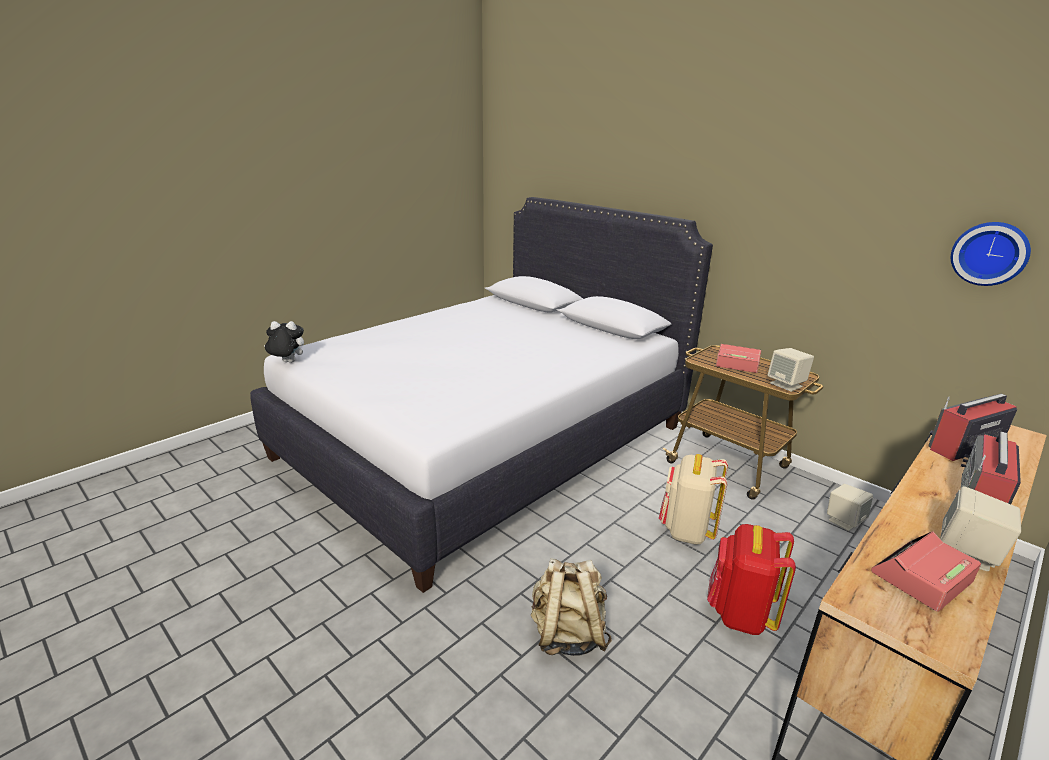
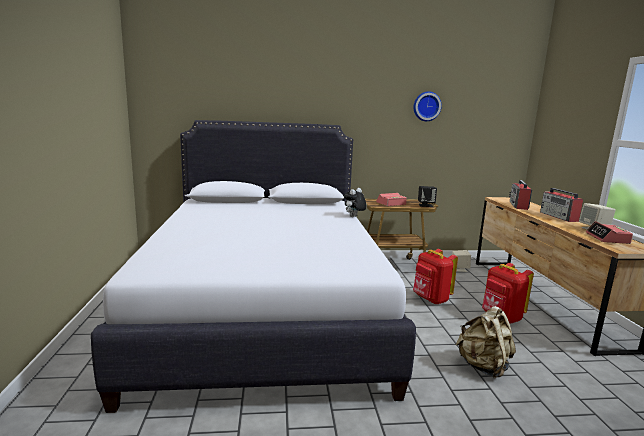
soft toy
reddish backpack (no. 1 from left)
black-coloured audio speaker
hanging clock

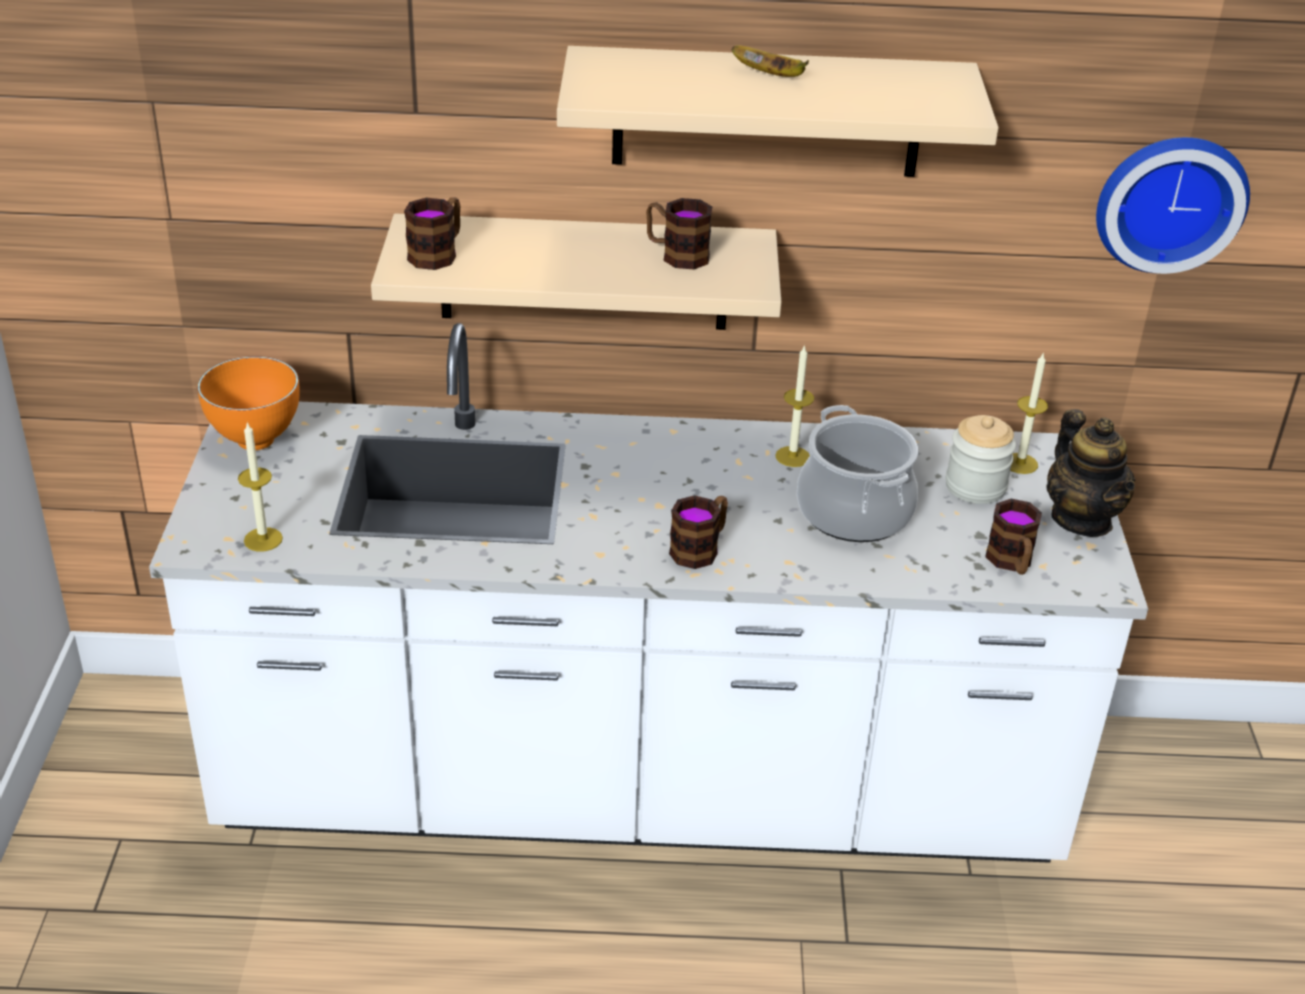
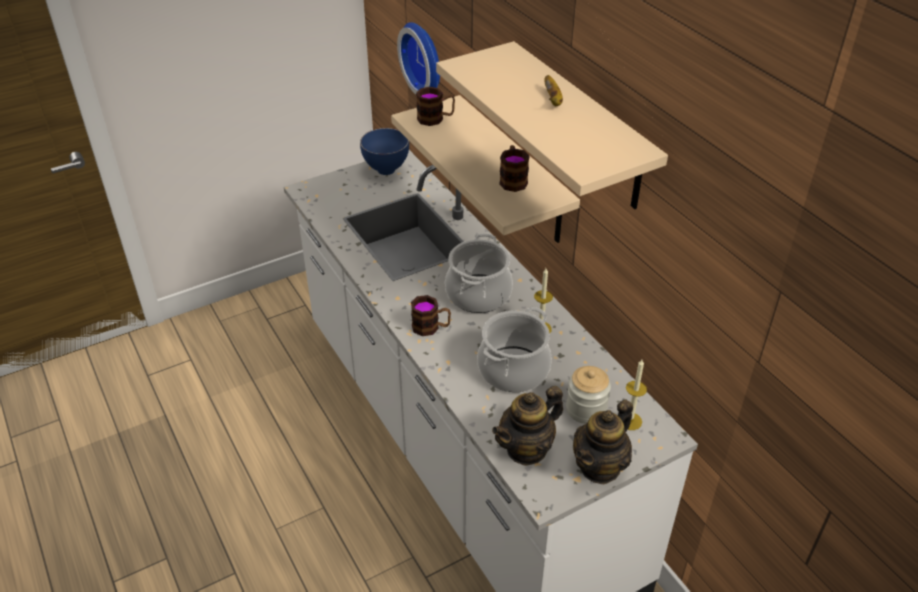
bluish bowl
wax candle (no. 1 from left in the first image)
teapot (no. 1 from left)
hanging clock
saucepot (no. 1 from left)

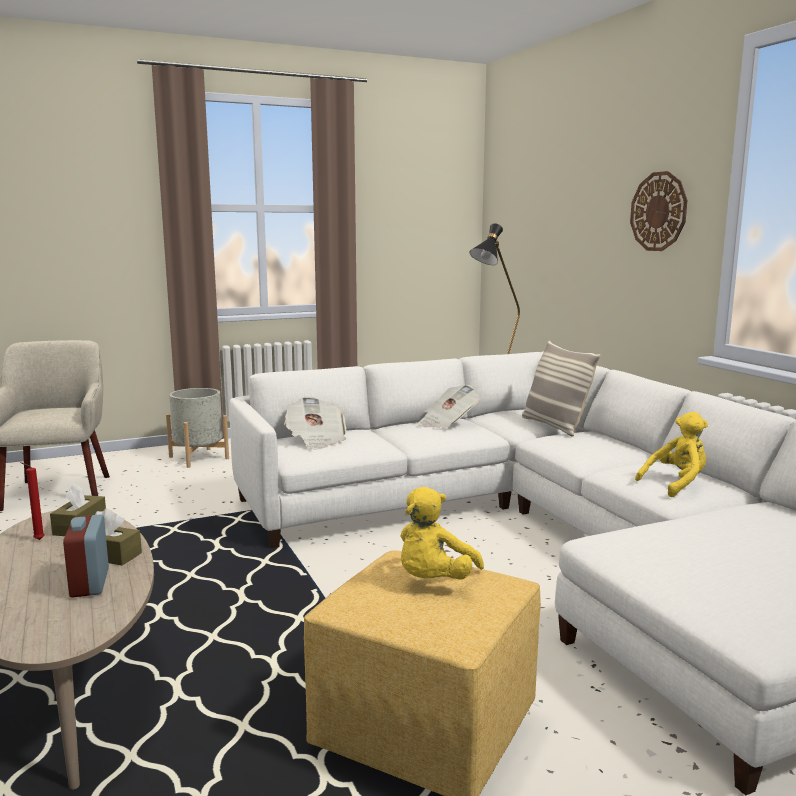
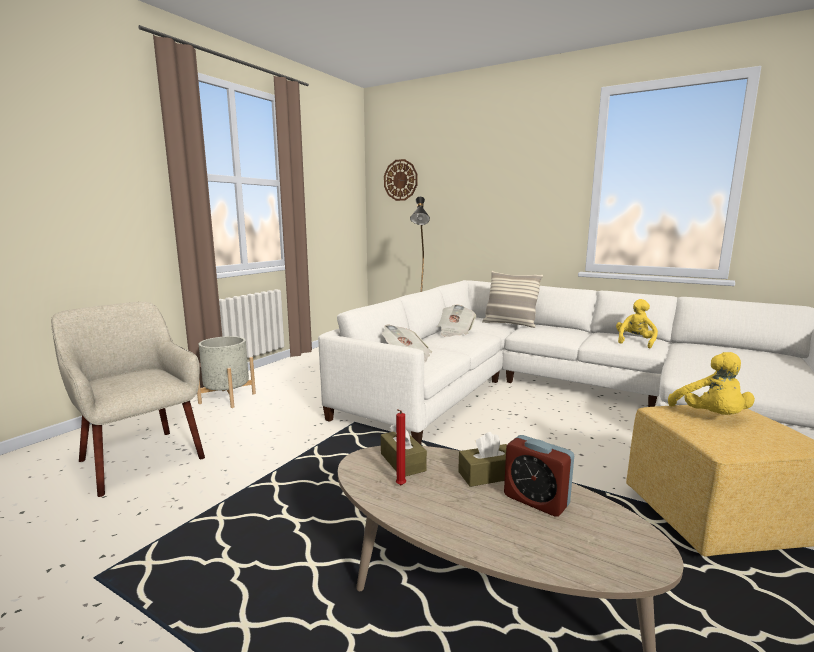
hanging clock

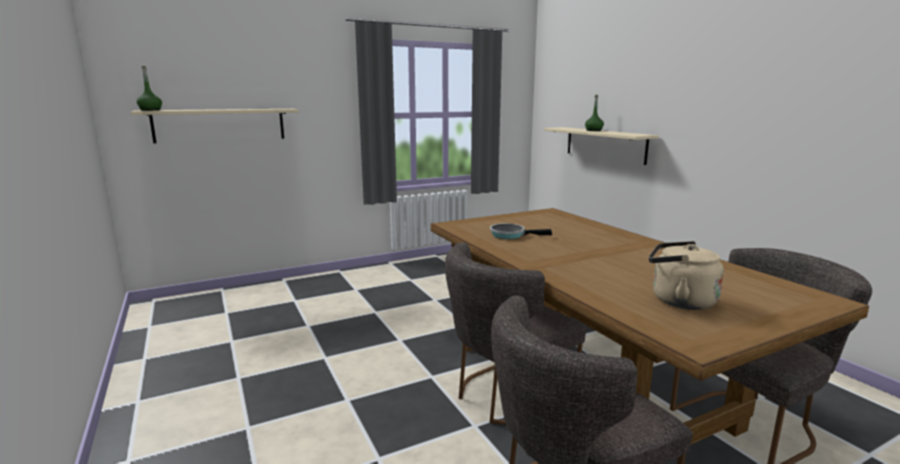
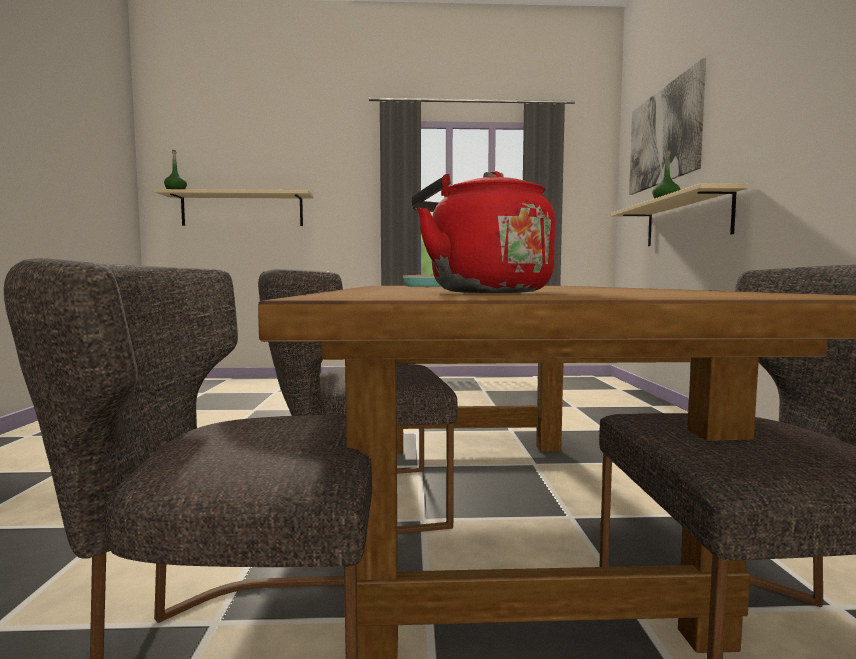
reddish kettle
wall picture

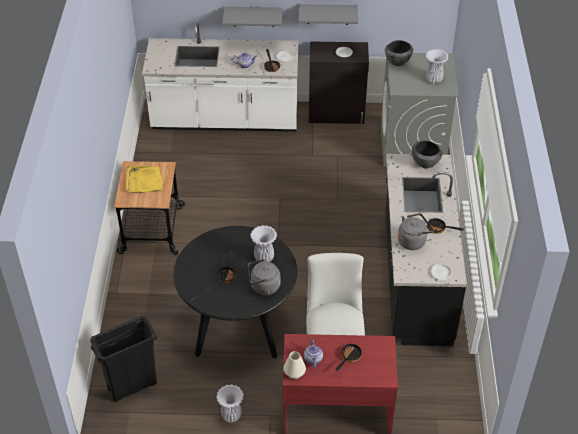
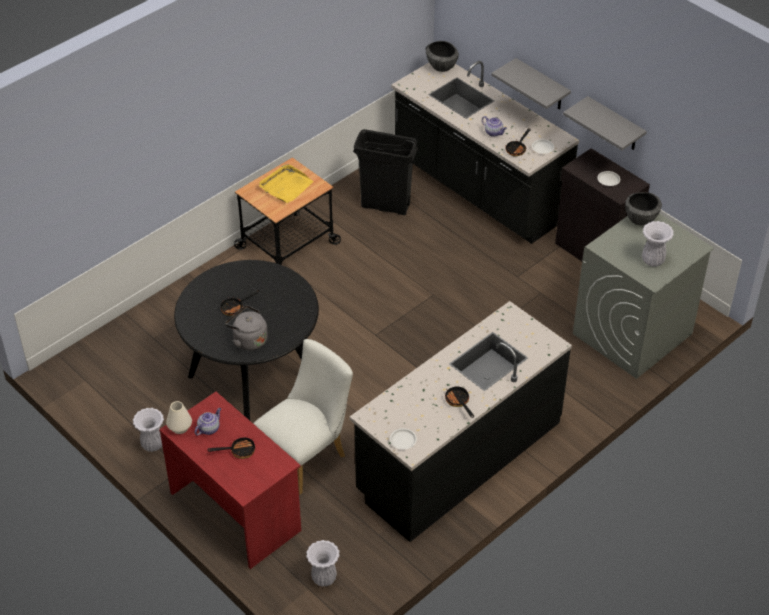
black-coloured rubbish bin
black-coloured counter (no. 2 from left)
whitish vase (no. 3 from left)
gray kettle (no. 2 from left in the first image)
bowl (no. 1 from left)

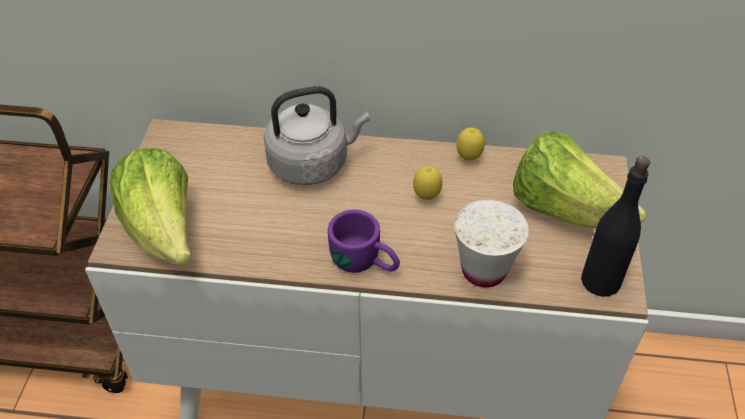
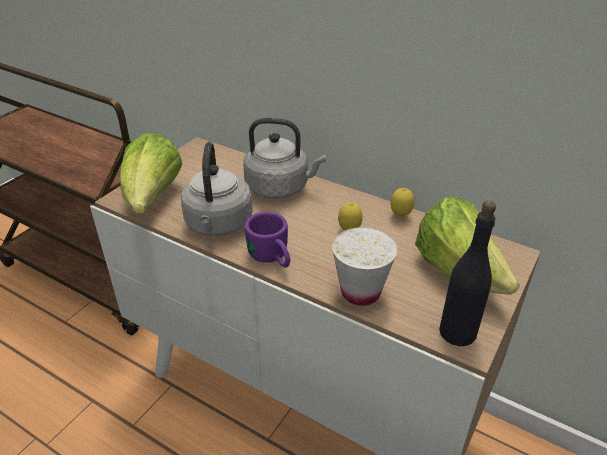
gray kettle (no. 1 from left)

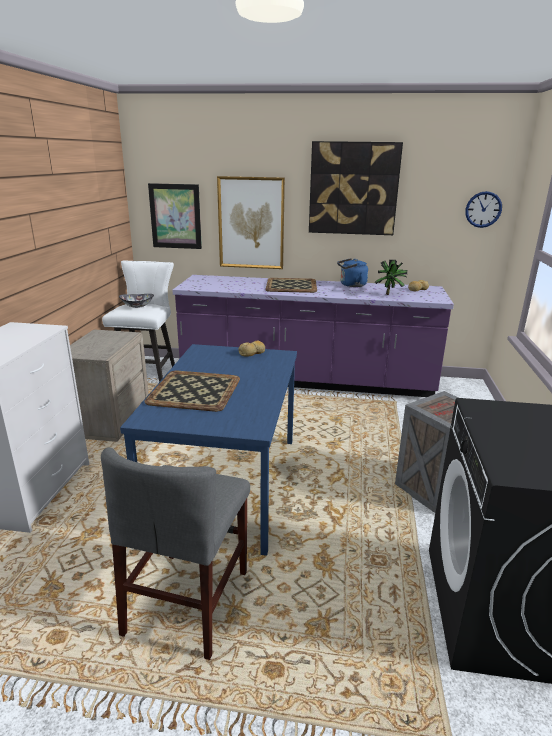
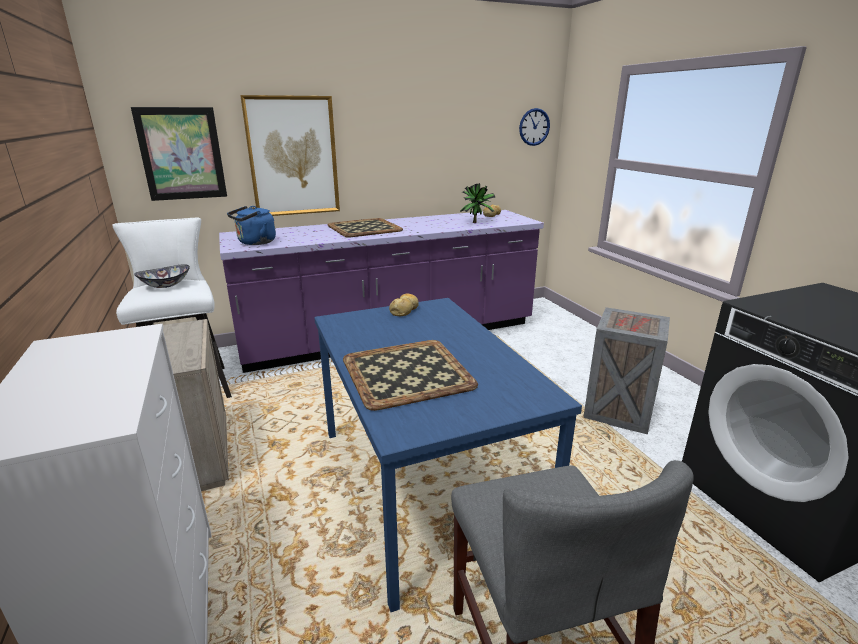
wall picture (no. 3 from left in the first image)
bluish kettle

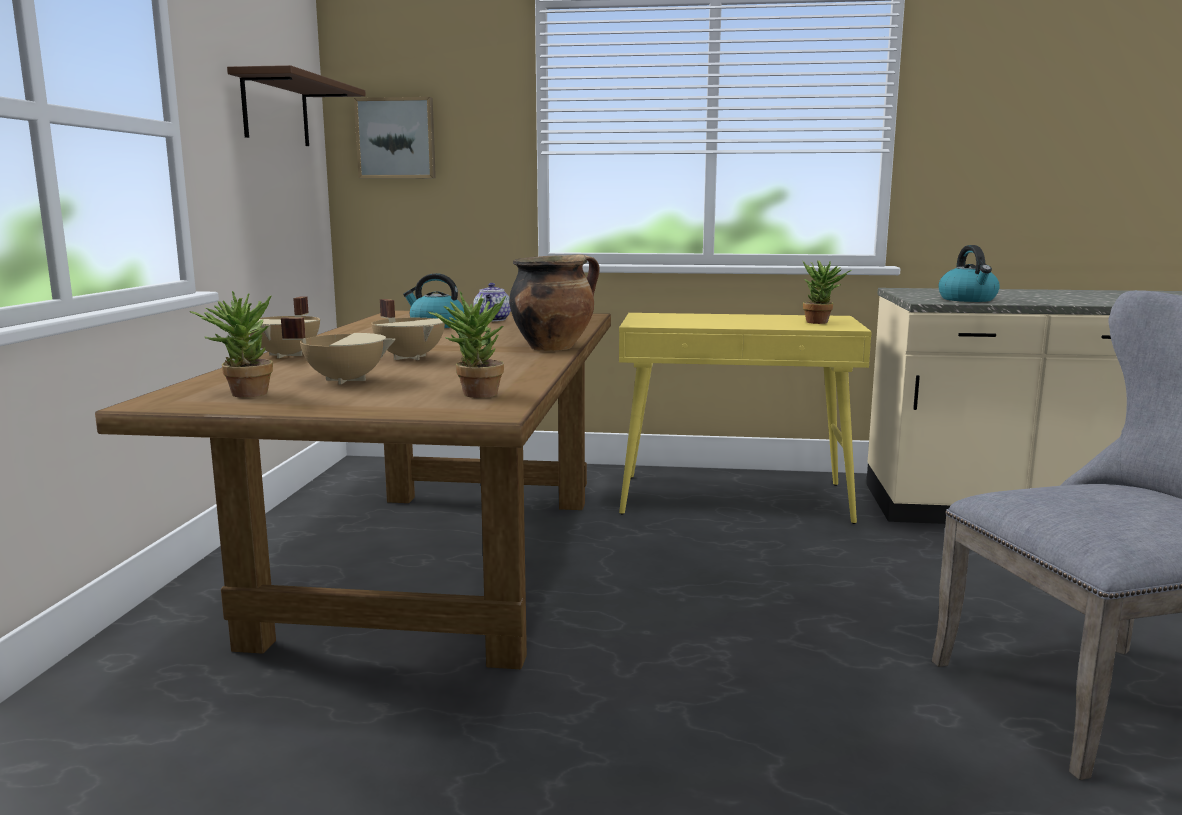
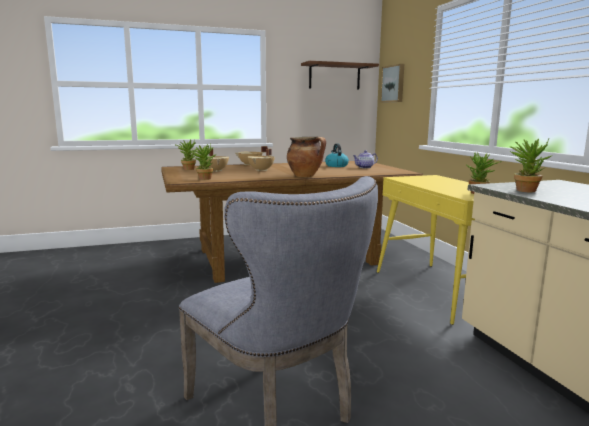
plant in a pot (no. 4 from left)

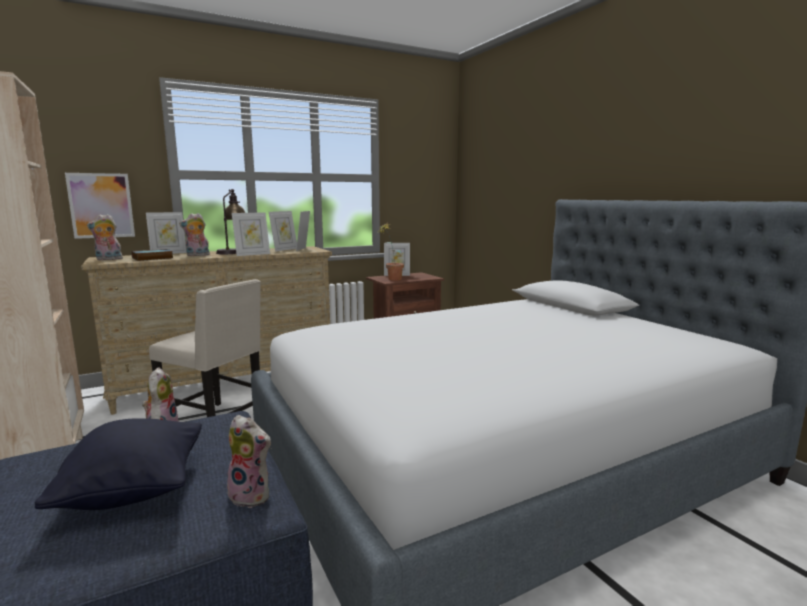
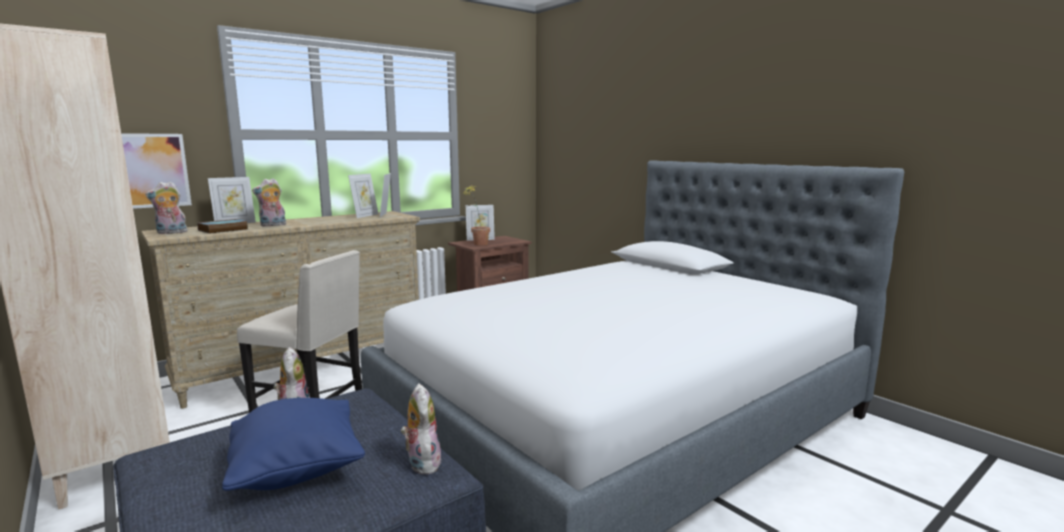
bluish throw pillow
lamp for a table
soft toy (no. 4 from left)
standing frame (no. 2 from left in the first image)

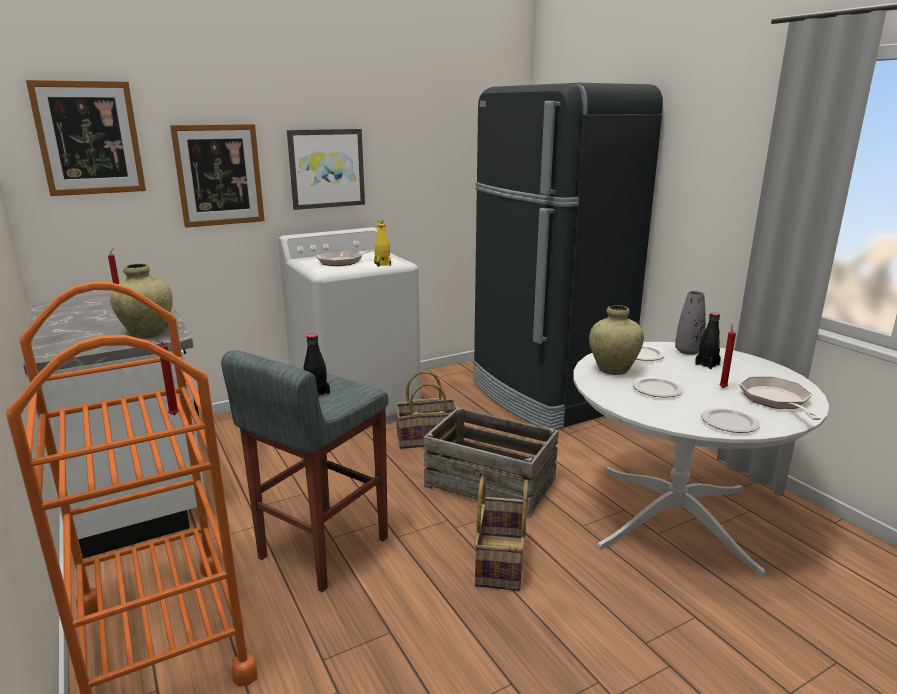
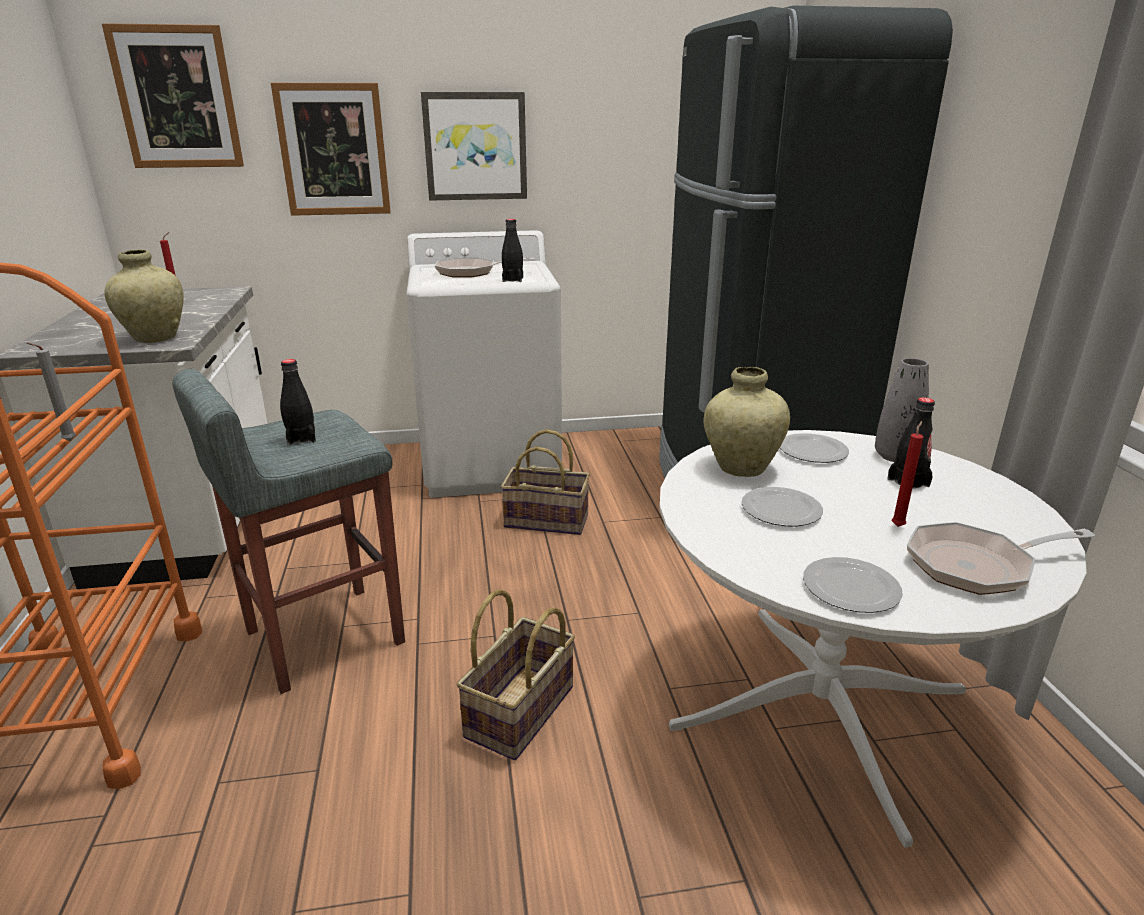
gray wax candle
black-coloured drink bottle (no. 2 from left)
packing crate
skillet (no. 2 from left)

